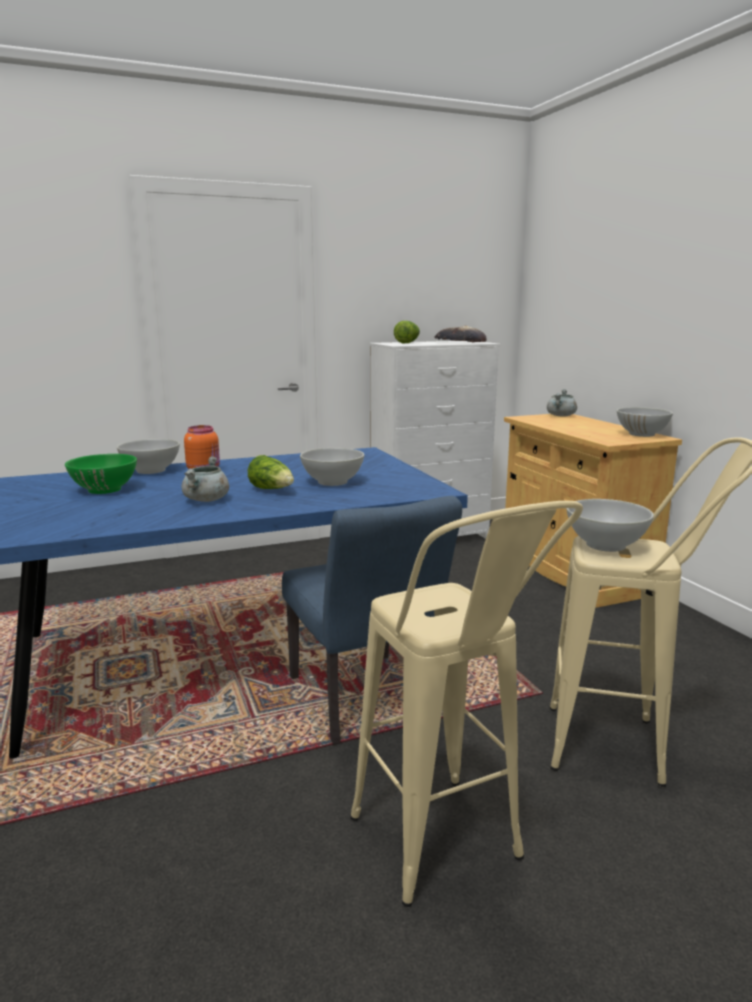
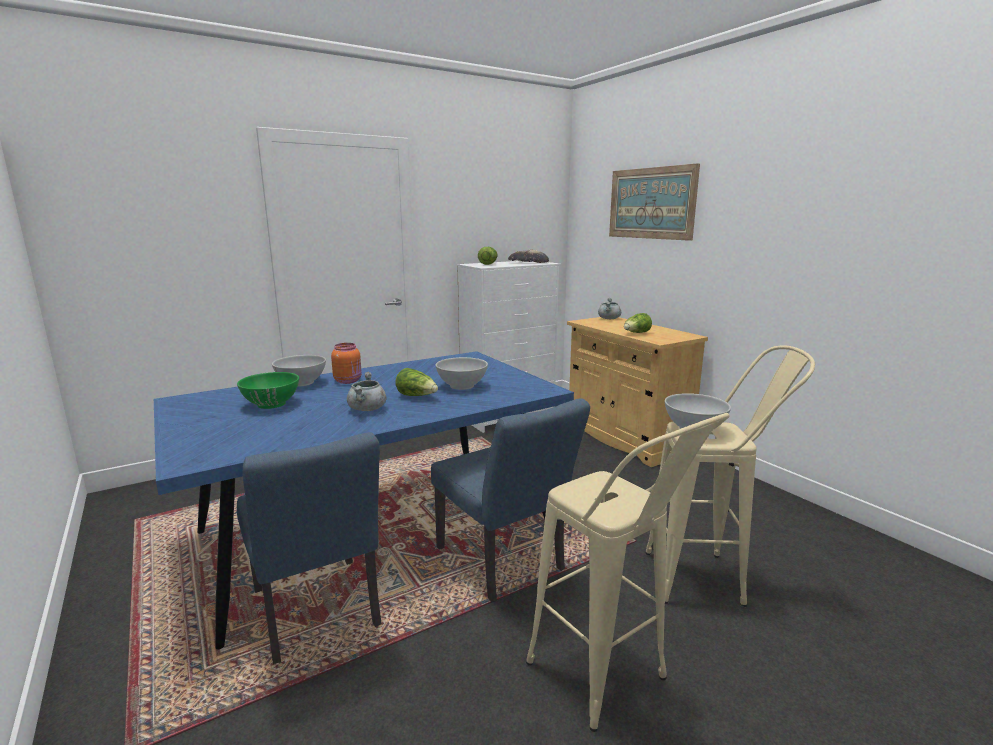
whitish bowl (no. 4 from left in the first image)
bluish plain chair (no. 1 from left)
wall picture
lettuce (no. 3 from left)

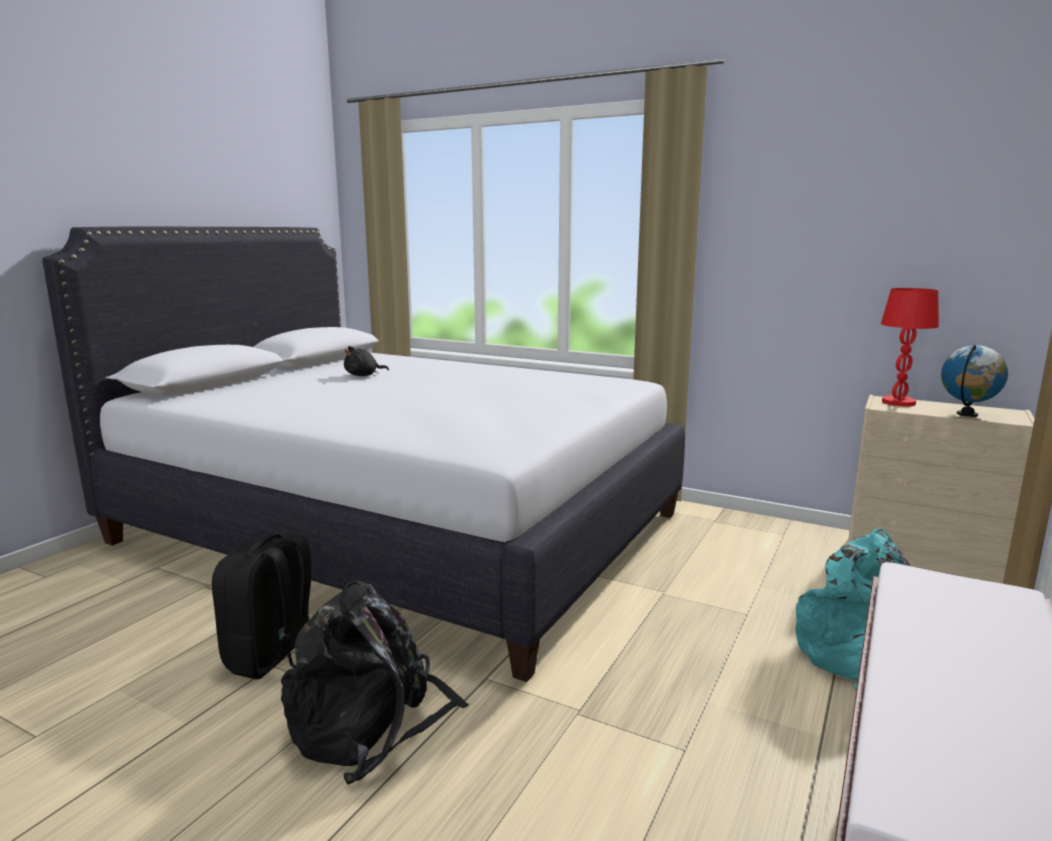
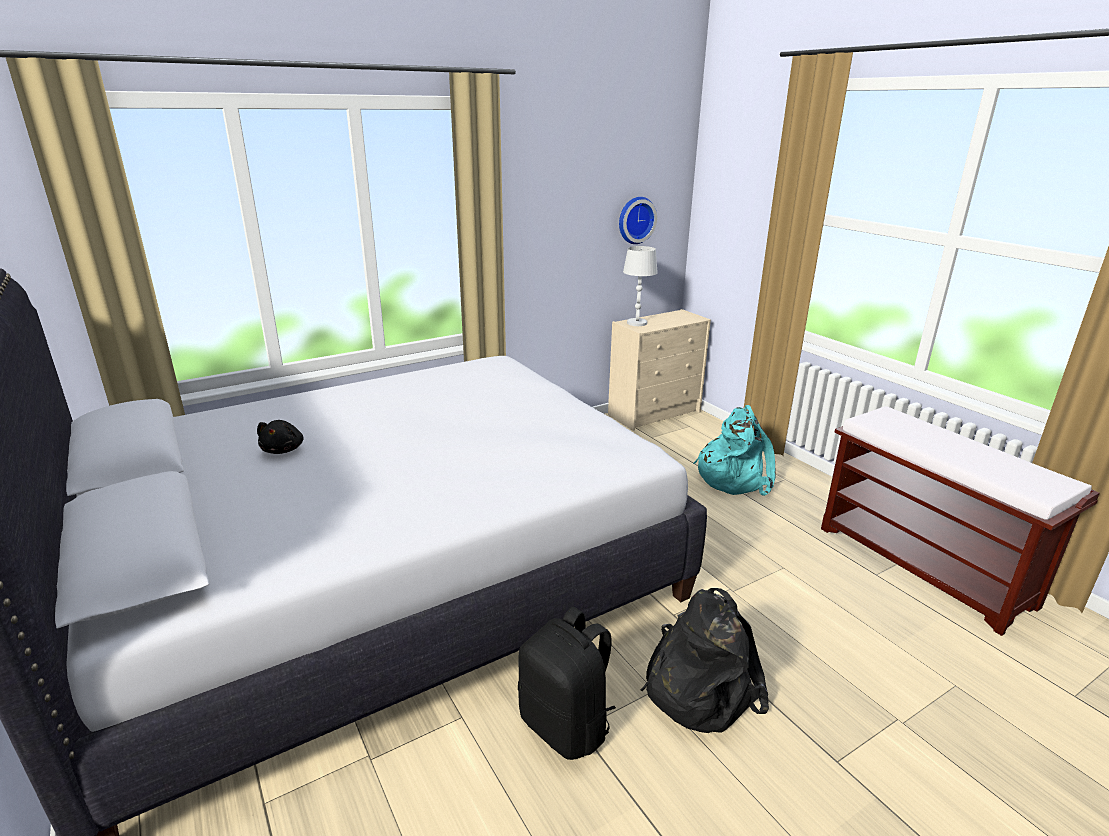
whitish lamp for a table
desk globe
hanging clock

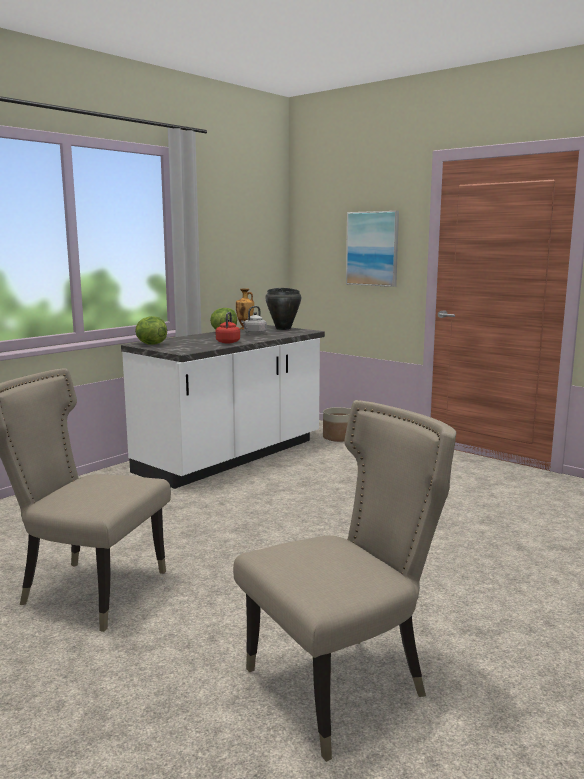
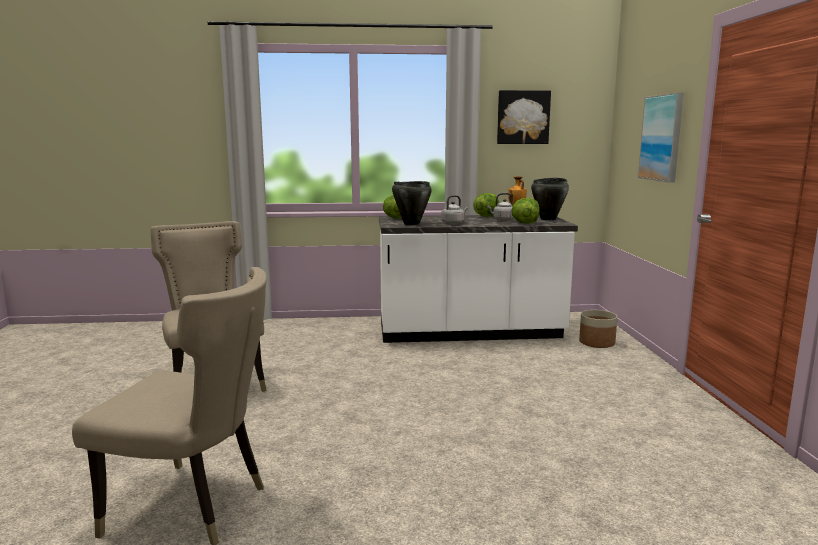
gray kettle (no. 1 from left)
black-coloured saucepot (no. 1 from left)
wall picture (no. 1 from left)
lettuce (no. 3 from left)

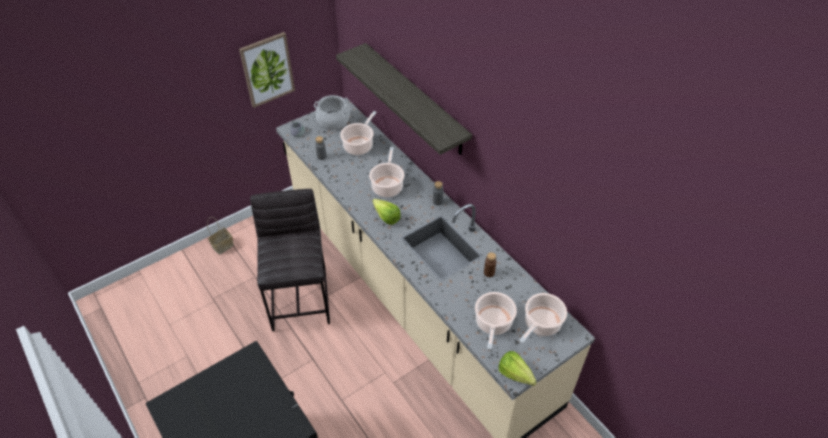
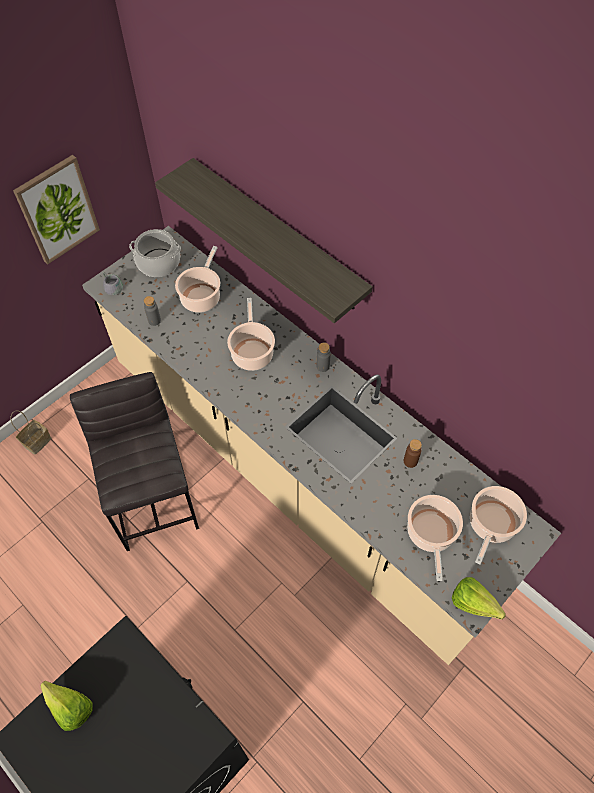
lettuce (no. 1 from left)

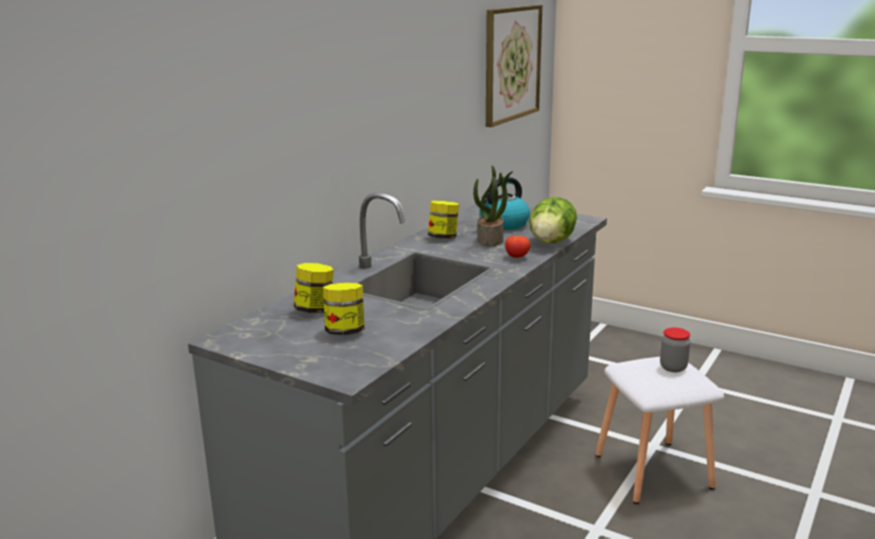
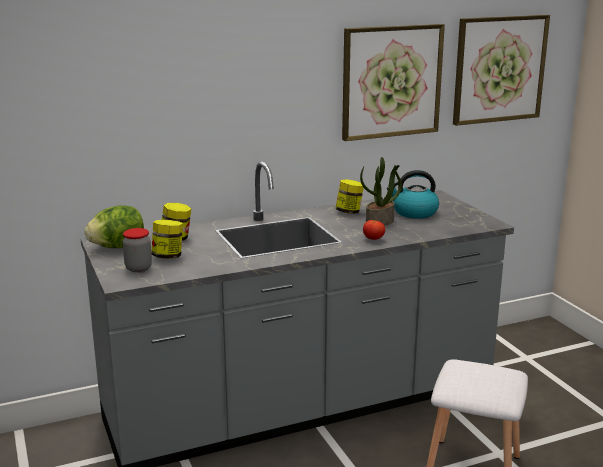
lettuce
storage jar (no. 1 from left)
wall picture (no. 1 from left)

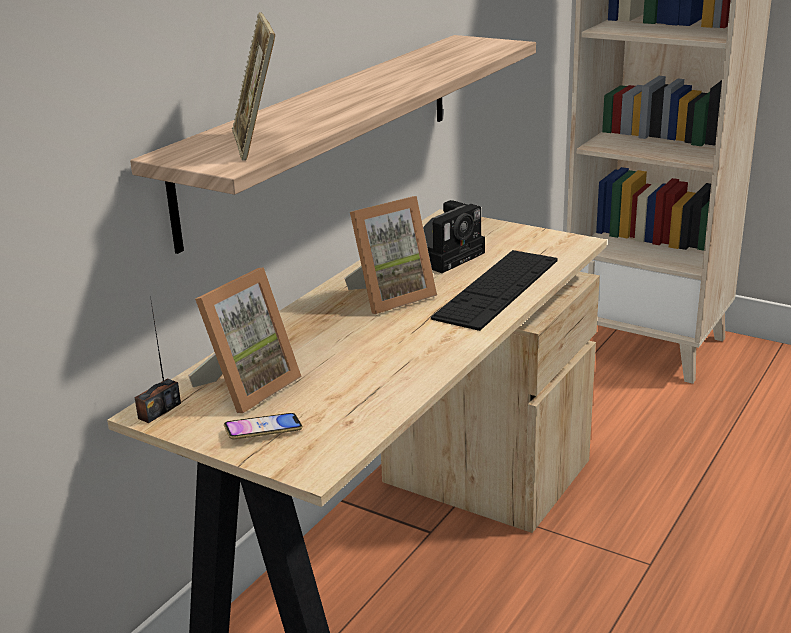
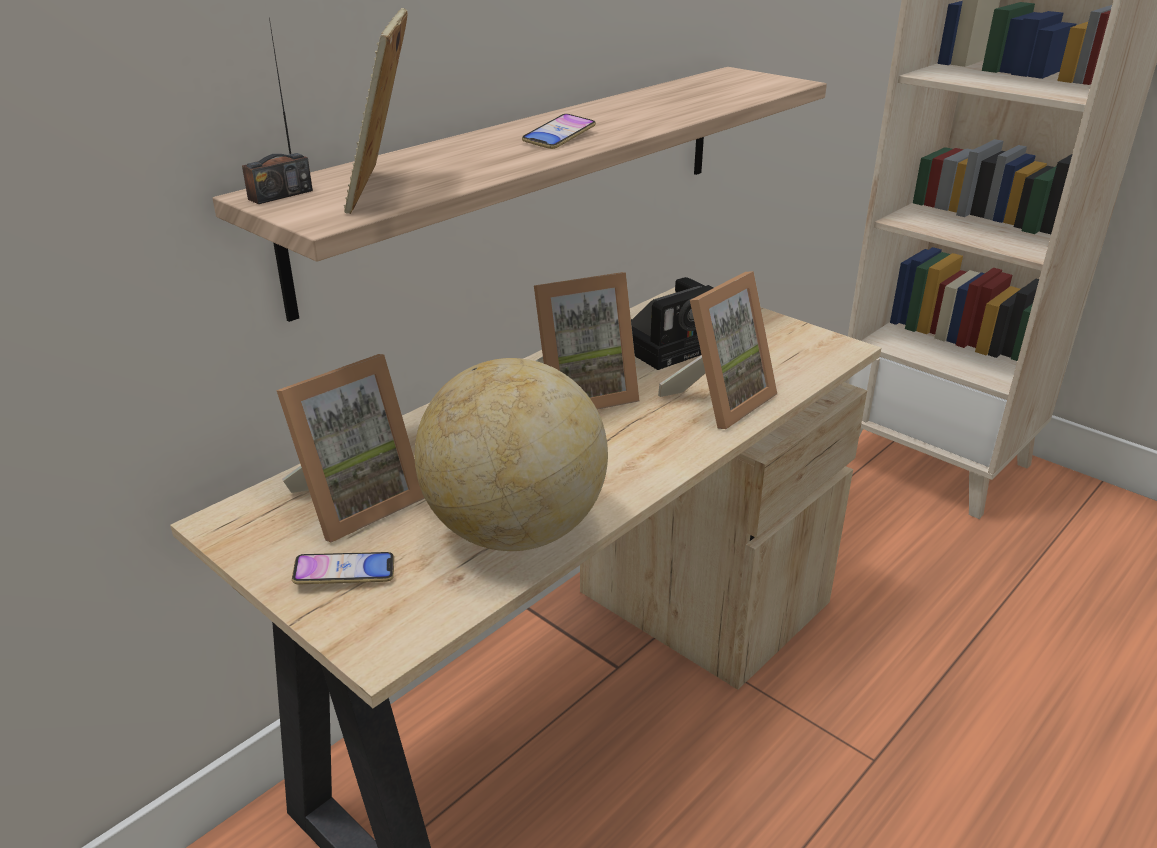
radio receiver
standing frame (no. 4 from left)
desk globe
handset (no. 2 from left)

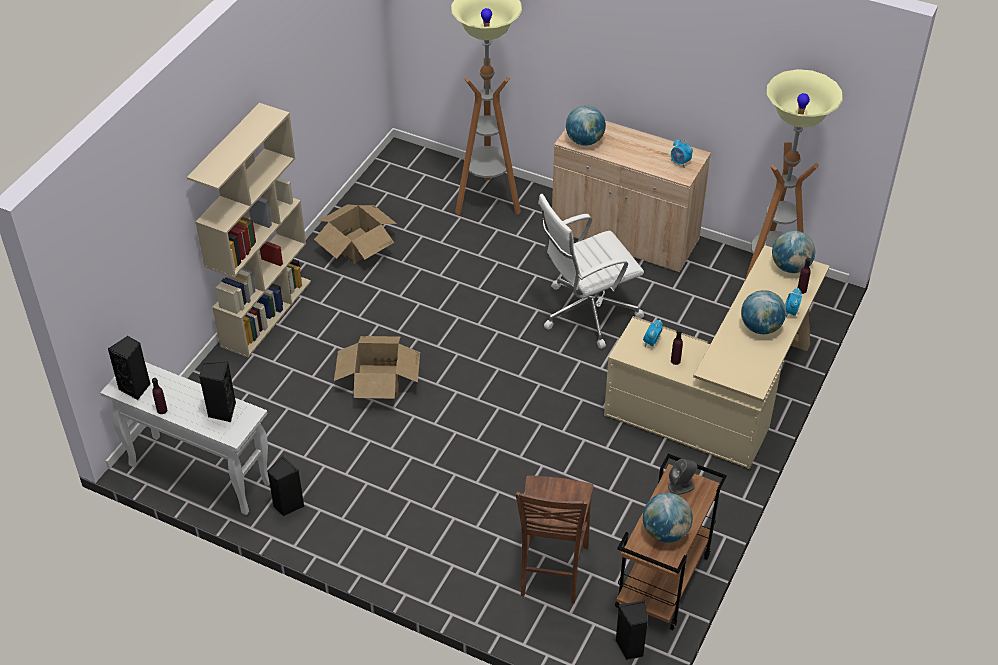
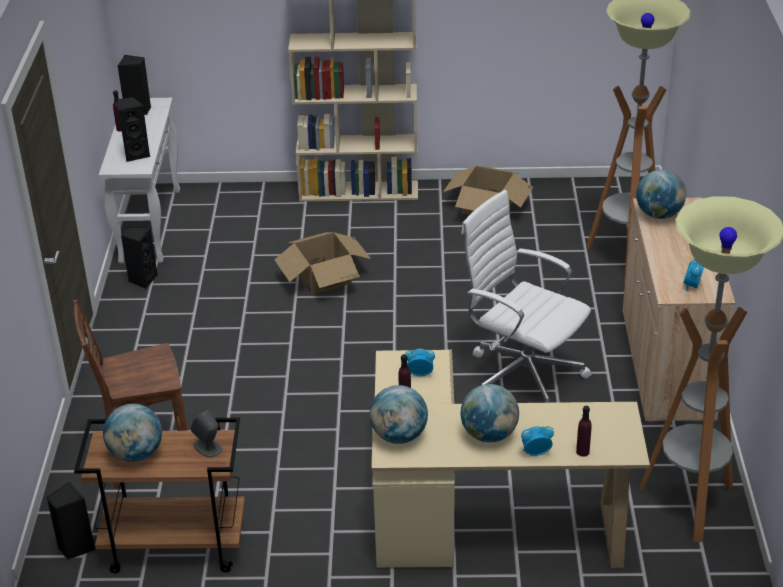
desk globe (no. 2 from left)

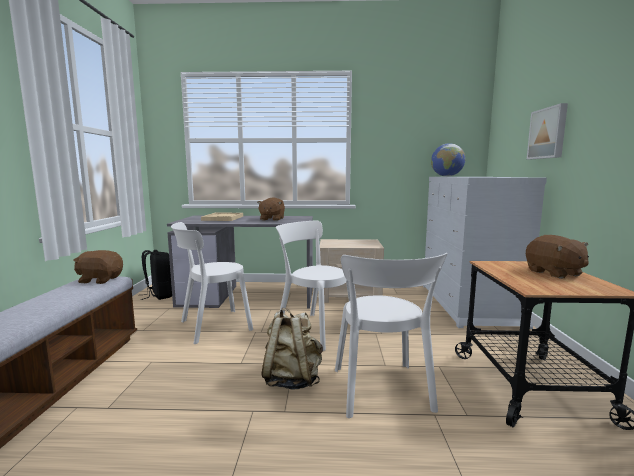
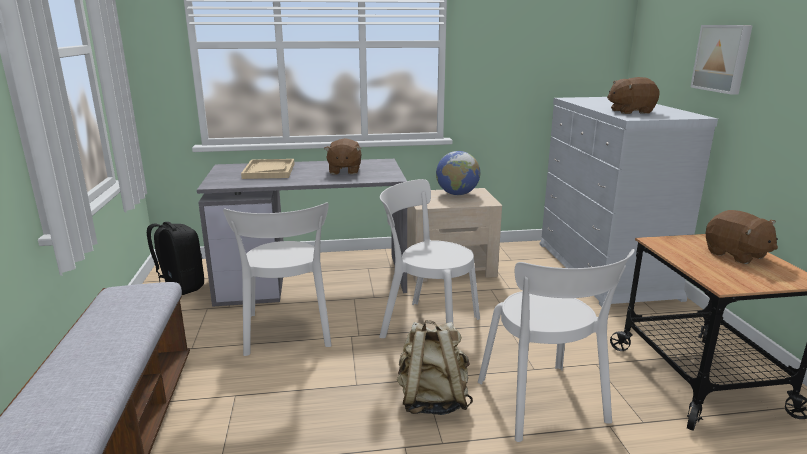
brownish soft toy (no. 2 from left)
whitish plain chair (no. 1 from left)
desk globe

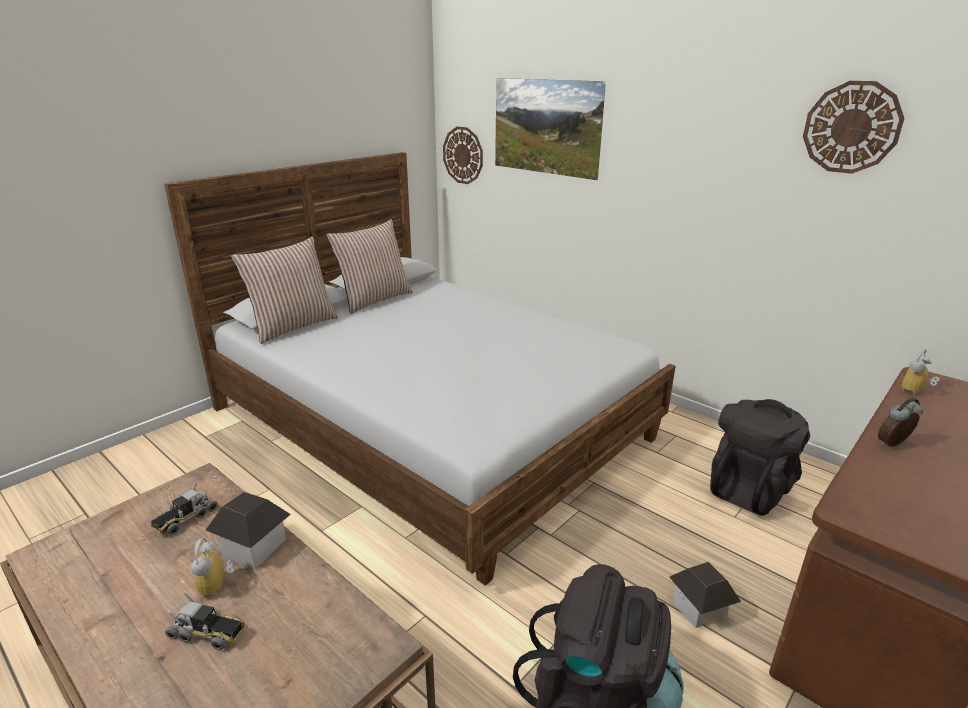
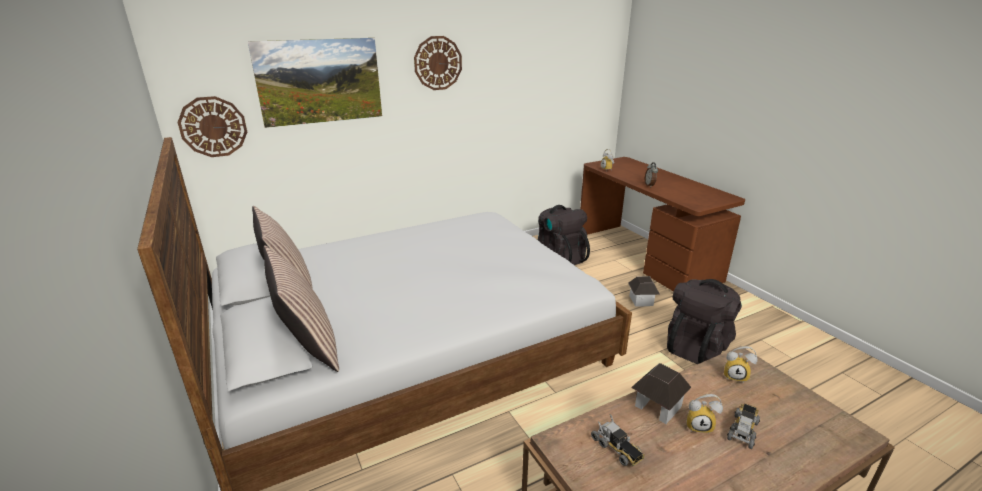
hanging clock (no. 2 from left)
table clock (no. 4 from left)

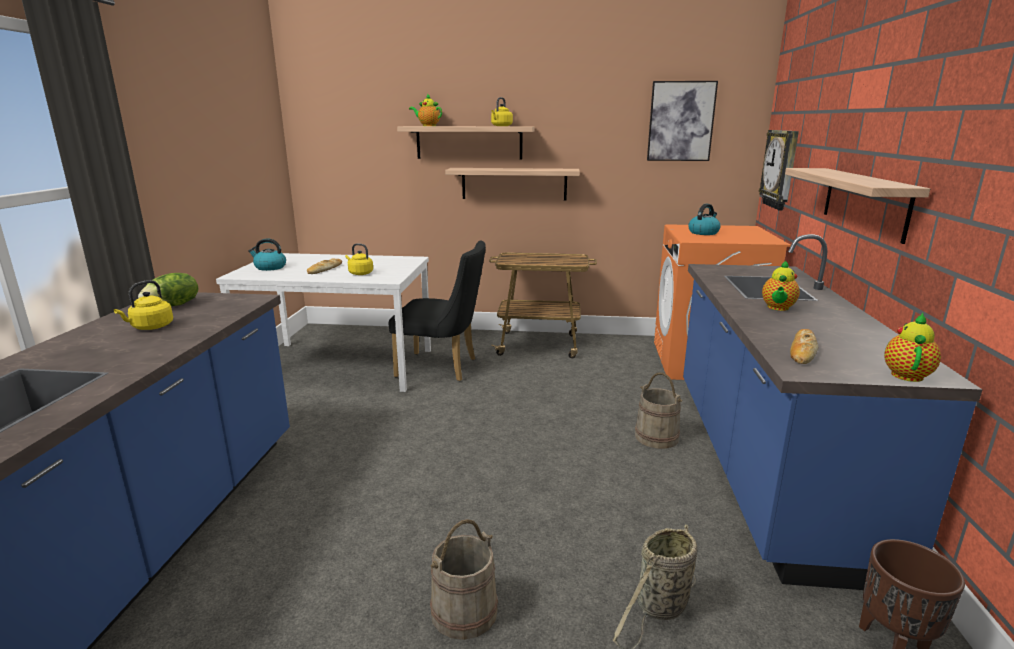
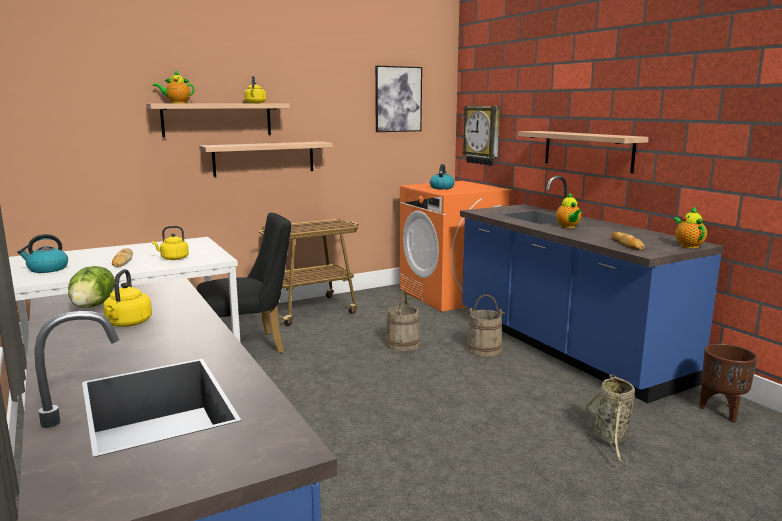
beige-coloured pail (no. 1 from left)

